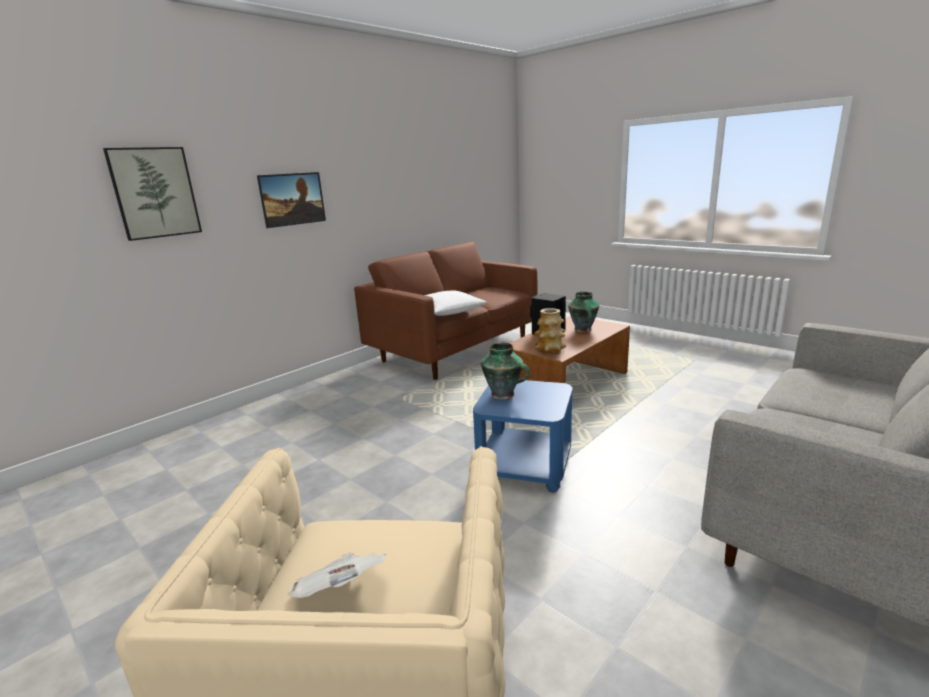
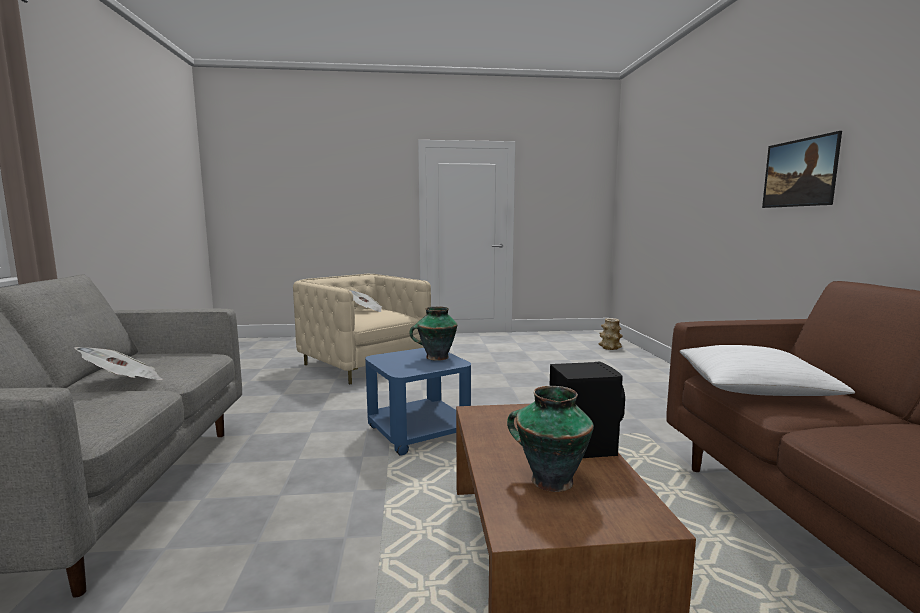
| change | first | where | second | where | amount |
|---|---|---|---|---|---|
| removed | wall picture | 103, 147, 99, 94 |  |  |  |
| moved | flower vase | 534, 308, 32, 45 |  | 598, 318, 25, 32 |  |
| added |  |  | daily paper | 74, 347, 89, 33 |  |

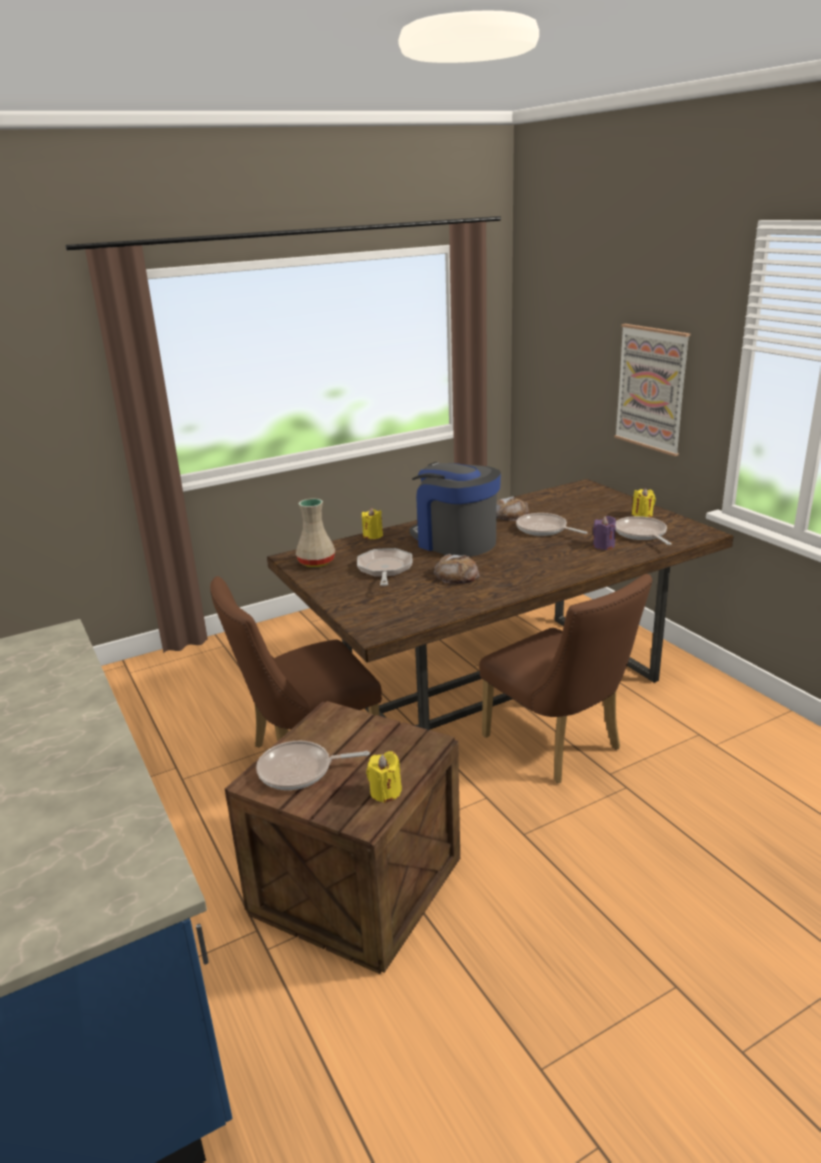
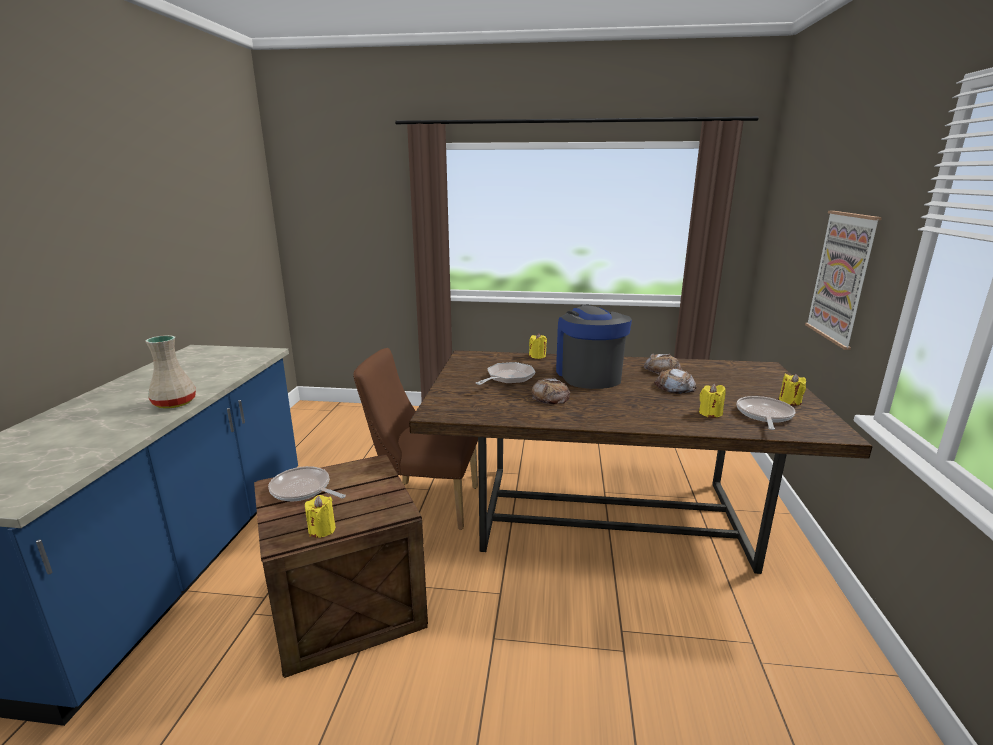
| change | first | where | second | where | amount |
|---|---|---|---|---|---|
| moved | flower vase in beige-coloured | 296, 498, 39, 69 |  | 145, 335, 51, 74 |  |
| removed | plain chair in brown | 479, 574, 174, 209 |  |  |  |
| replaced | skillet | 516, 513, 71, 23 | baked bread | 654, 368, 43, 26 |  |
| recoloured | candle in purple-coloured | 593, 516, 23, 34 | candle in yellowish | 699, 384, 27, 33 |  |

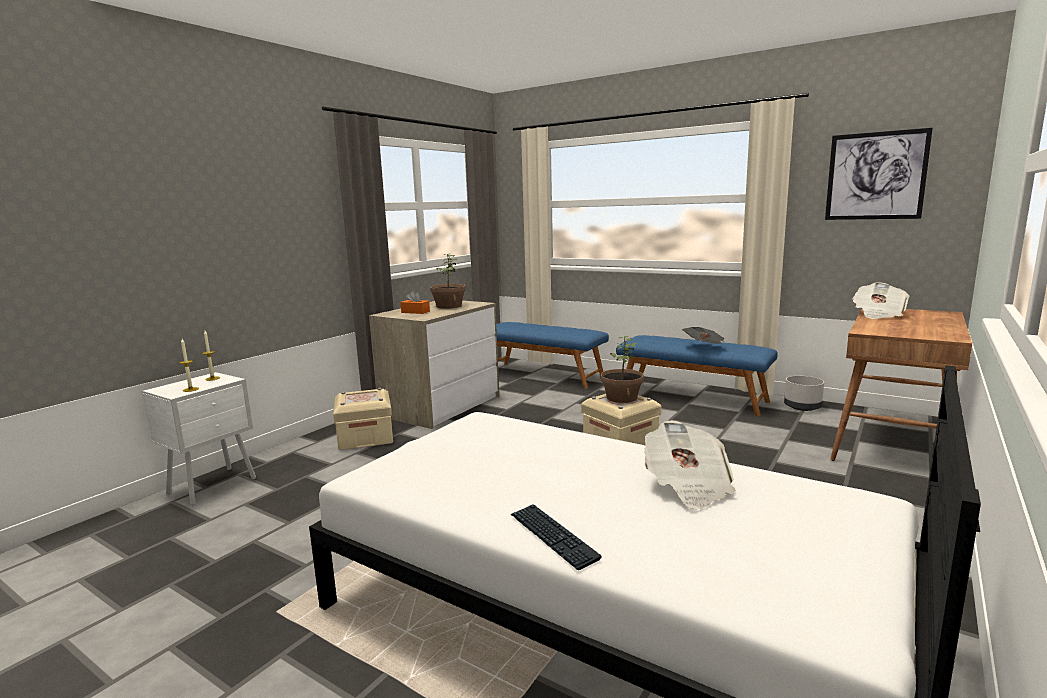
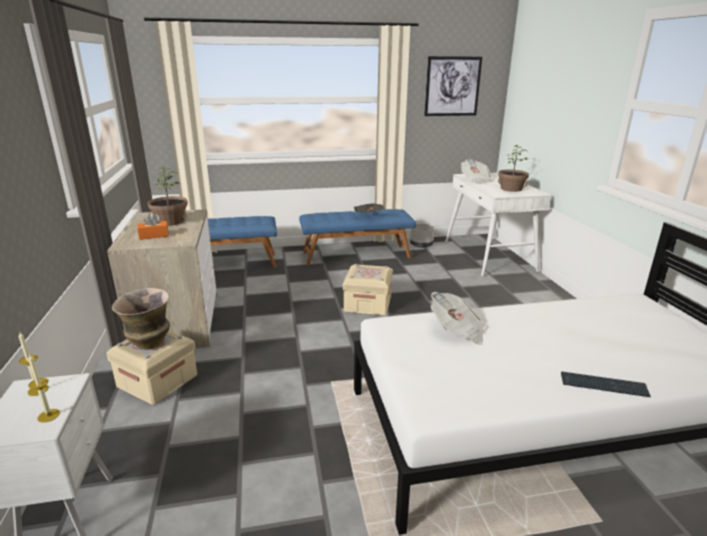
| change | first | where | second | where | amount |
|---|---|---|---|---|---|
| moved | plant in a pot | 601, 336, 43, 67 |  | 498, 145, 31, 47 |  |
| moved | daily paper | 644, 420, 92, 90 |  | 431, 292, 54, 53 |  |
| recoloured | desk table in brown | 830, 309, 142, 152 | desk table in whitish | 445, 172, 106, 105 |  |
| added |  |  | flower vase | 112, 288, 58, 62 |  |

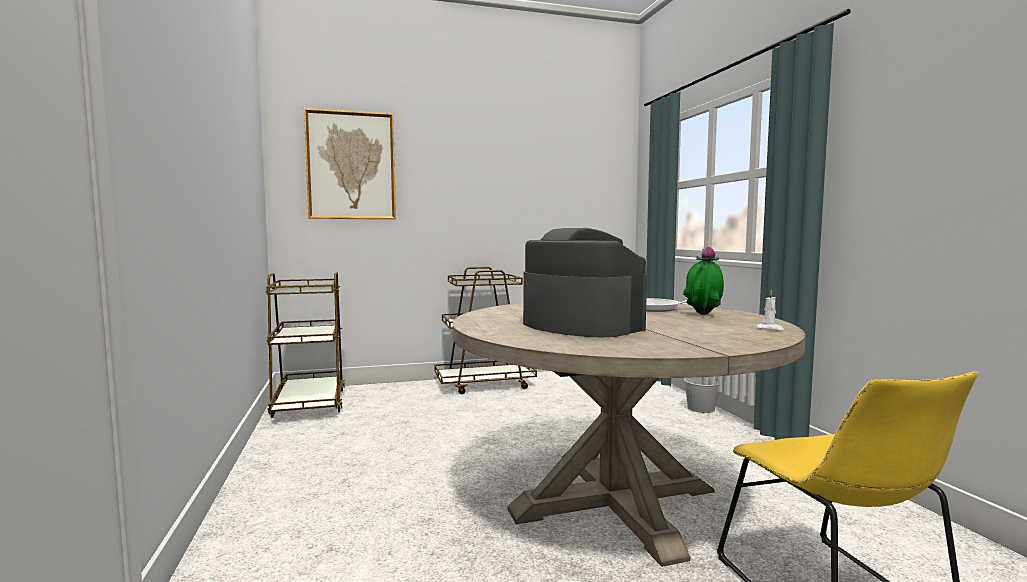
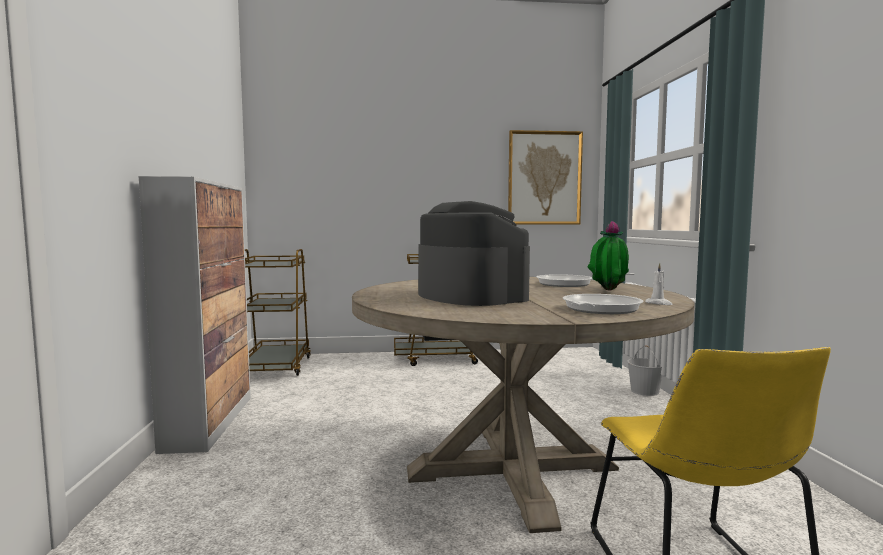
| change | first | where | second | where | amount |
|---|---|---|---|---|---|
| moved | wall picture | 304, 108, 92, 111 |  | 508, 130, 75, 94 |  |
| added |  |  | cabinet | 138, 176, 113, 278 |  |
| added |  |  | skillet | 563, 294, 81, 20 |  |

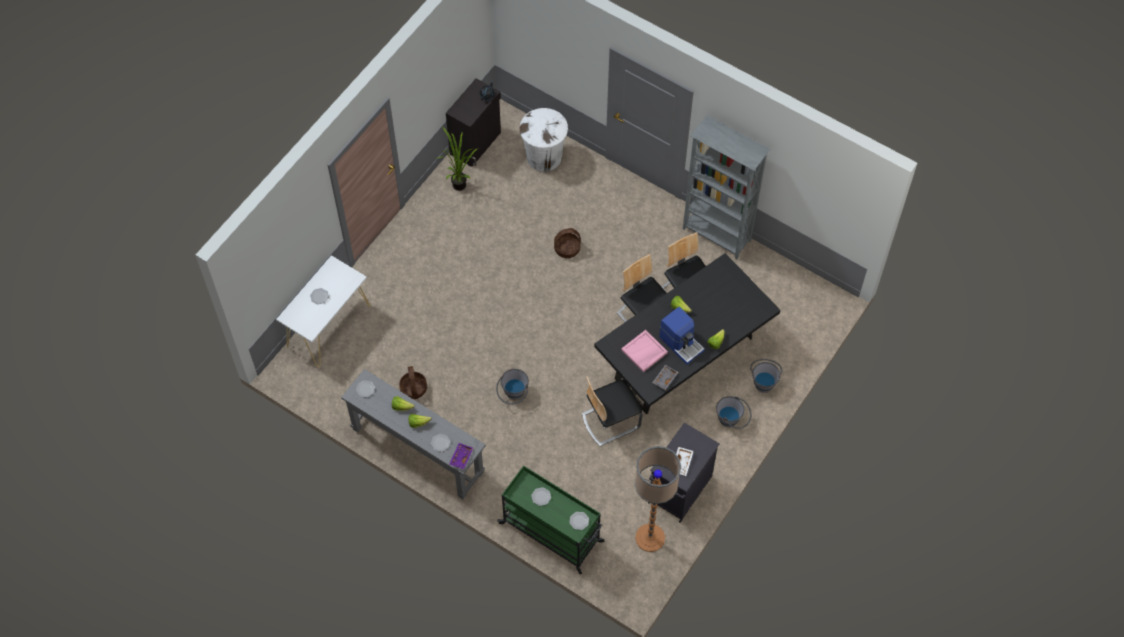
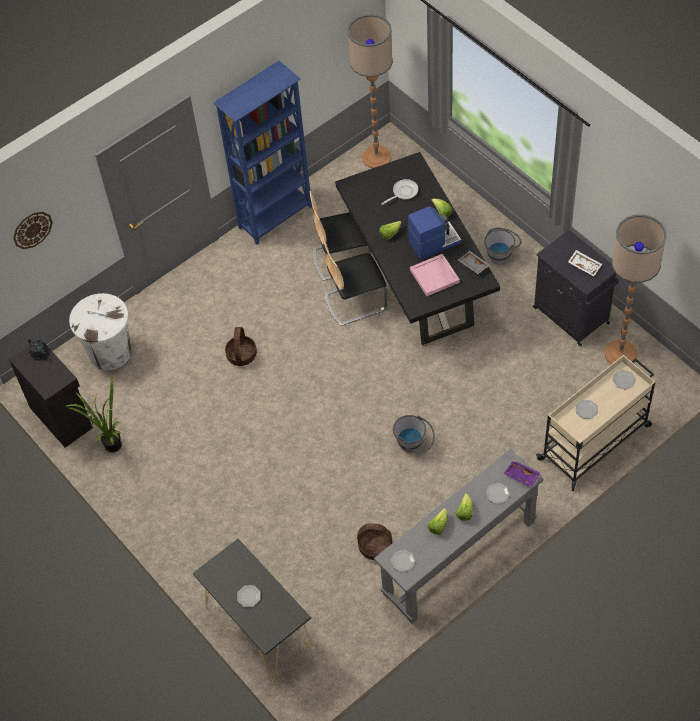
| change | first | where | second | where | amount |
|---|---|---|---|---|---|
| recoloured | console table in whitish | 276, 255, 94, 112 | console table in black-coloured | 193, 538, 121, 143 |  |
| recoloured | cart in green-coloured | 497, 465, 107, 110 | cart in beige-coloured | 536, 355, 119, 136 |  |
| removed | plain chair | 582, 377, 61, 69 |  |  |  |
| recoloured | bookcase in gray | 683, 115, 87, 144 | bookcase in blue | 213, 61, 99, 184 |  |
| removed | water bucket in gray | 750, 359, 32, 34 |  |  |  |
| added |  |  | clock on the wall | 13, 212, 40, 37 |  |
| added |  |  | standing lamp | 347, 14, 46, 154 |  |
| added |  |  | skillet | 381, 179, 37, 26 |  |

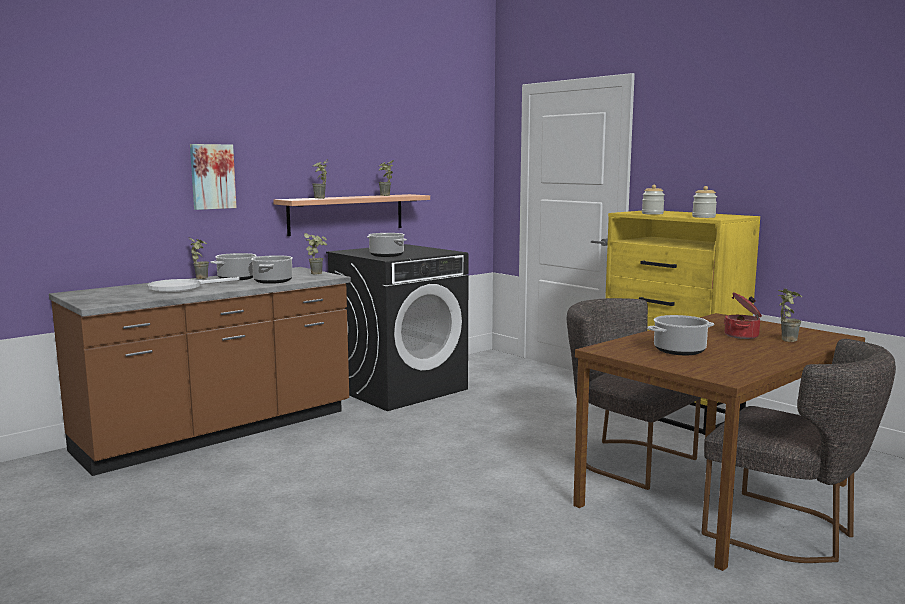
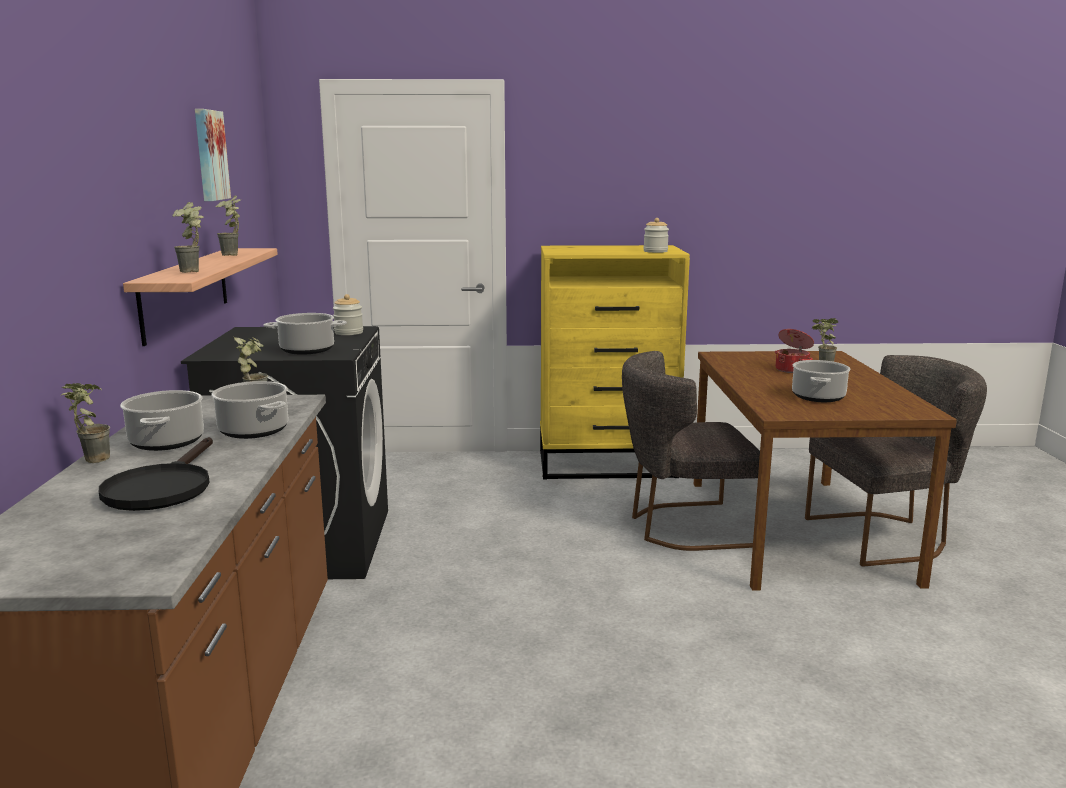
| change | first | where | second | where | amount |
|---|---|---|---|---|---|
| recoloured | skillet in whitish | 147, 277, 93, 16 | skillet in black-coloured | 99, 437, 114, 74 |  |
| moved | wall picture | 190, 144, 47, 66 |  | 195, 109, 36, 92 |  |
| moved | jar | 642, 185, 23, 30 |  | 333, 294, 30, 41 |  |

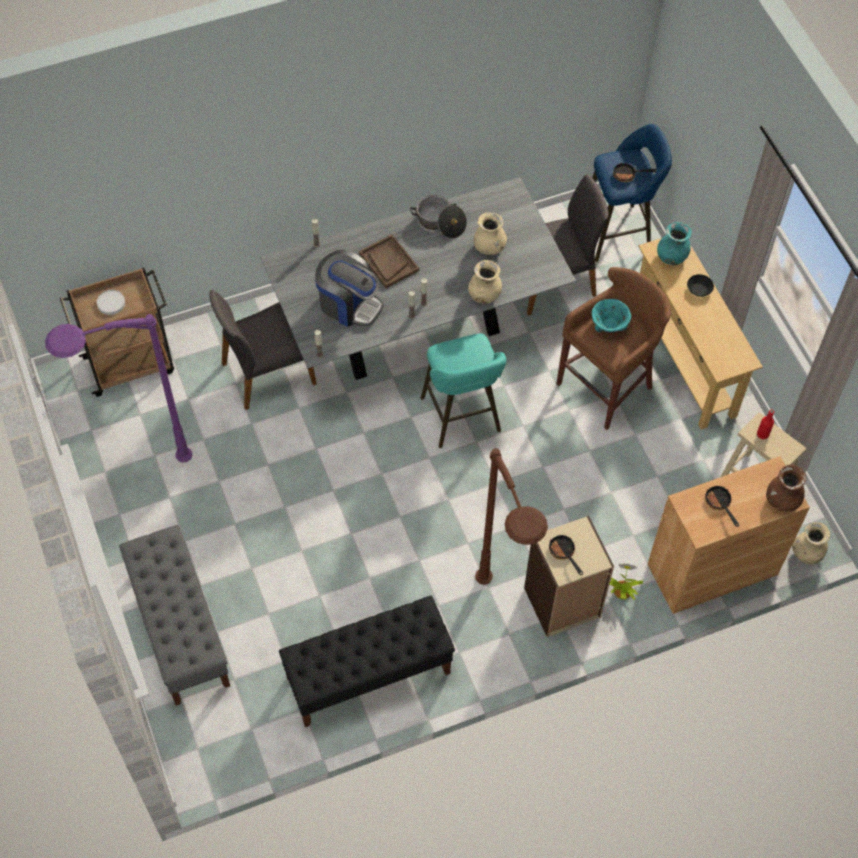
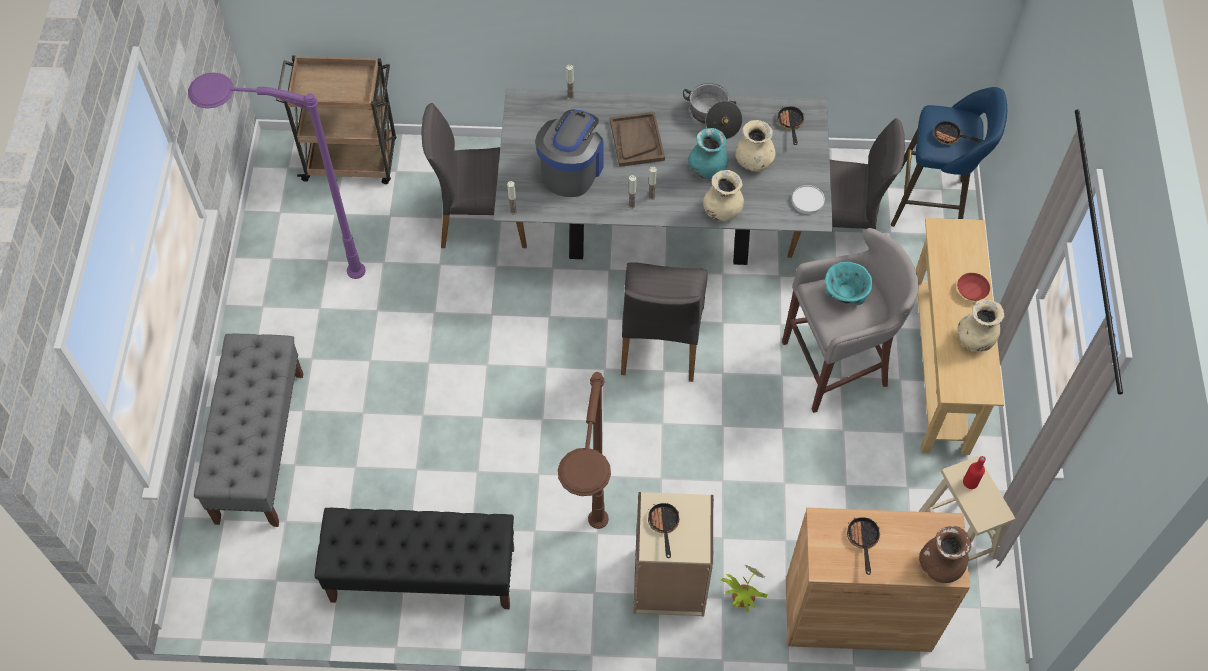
| change | first | where | second | where | amount |
|---|---|---|---|---|---|
| moved | plate in whitish | 97, 290, 28, 25 |  | 792, 185, 33, 29 |  |
| turned | coffee brewer | 315, 249, 69, 78 |  | 535, 109, 69, 88 | 120 degrees counterclockwise |
| replaced | sitting stool in turquoise | 421, 334, 85, 114 | plain chair in gray | 621, 262, 87, 120 |  |
| recoloured | sitting stool in brown | 556, 267, 115, 163 | sitting stool in gray | 782, 228, 137, 185 |  |
| moved | flower vase in turquoise | 657, 222, 35, 43 |  | 688, 128, 40, 51 |  |
| recoloured | serving bowl in black-coloured | 687, 274, 27, 23 | serving bowl in red | 957, 273, 33, 28 |  |
| moved | flower vase in beige-coloured | 792, 522, 38, 42 |  | 957, 299, 47, 53 |  |
| added |  |  | skillet | 777, 106, 27, 39 |  |

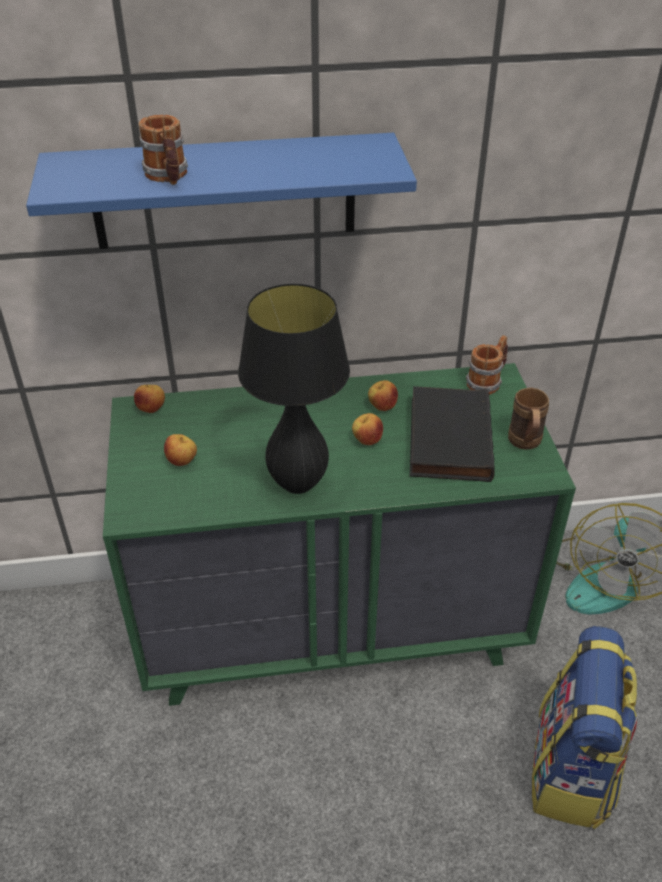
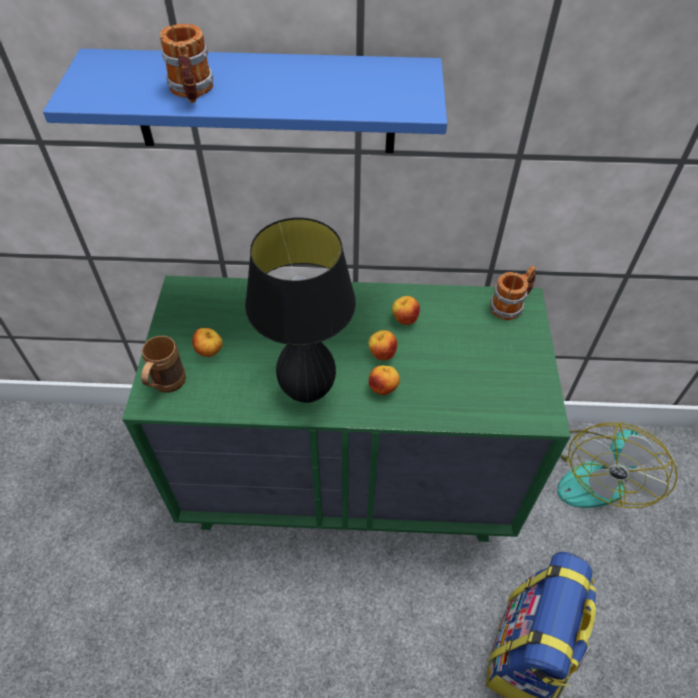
| change | first | where | second | where | amount |
|---|---|---|---|---|---|
| moved | whole apple | 134, 385, 31, 28 |  | 369, 365, 31, 30 |  |
| removed | bound book in black-coloured | 410, 386, 85, 96 |  |  |  |
| moved | coffee mug in brown | 508, 388, 41, 62 |  | 141, 336, 45, 57 |  |

